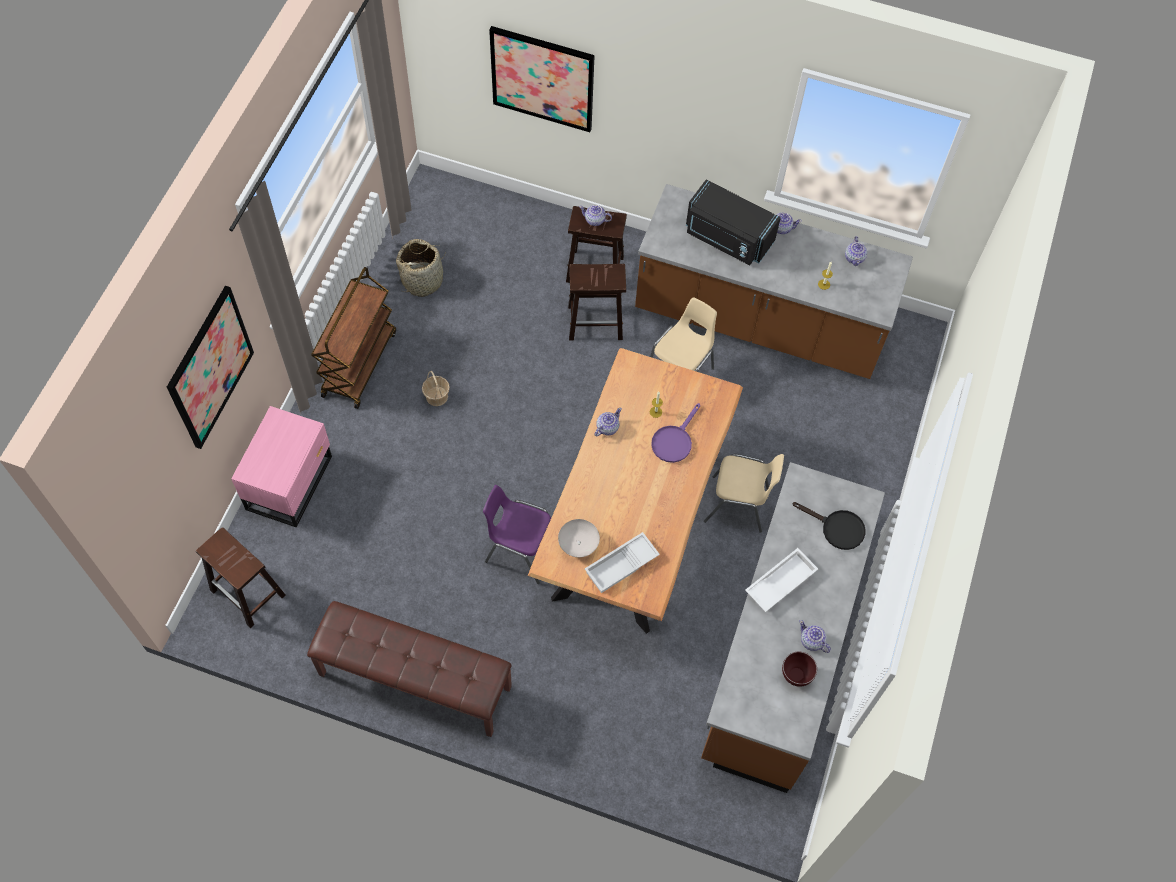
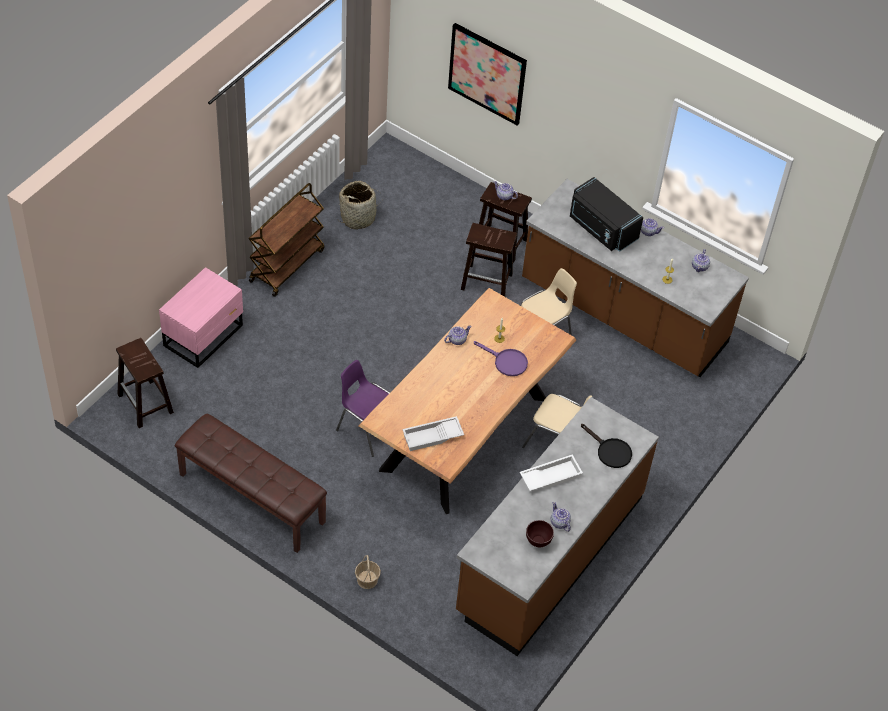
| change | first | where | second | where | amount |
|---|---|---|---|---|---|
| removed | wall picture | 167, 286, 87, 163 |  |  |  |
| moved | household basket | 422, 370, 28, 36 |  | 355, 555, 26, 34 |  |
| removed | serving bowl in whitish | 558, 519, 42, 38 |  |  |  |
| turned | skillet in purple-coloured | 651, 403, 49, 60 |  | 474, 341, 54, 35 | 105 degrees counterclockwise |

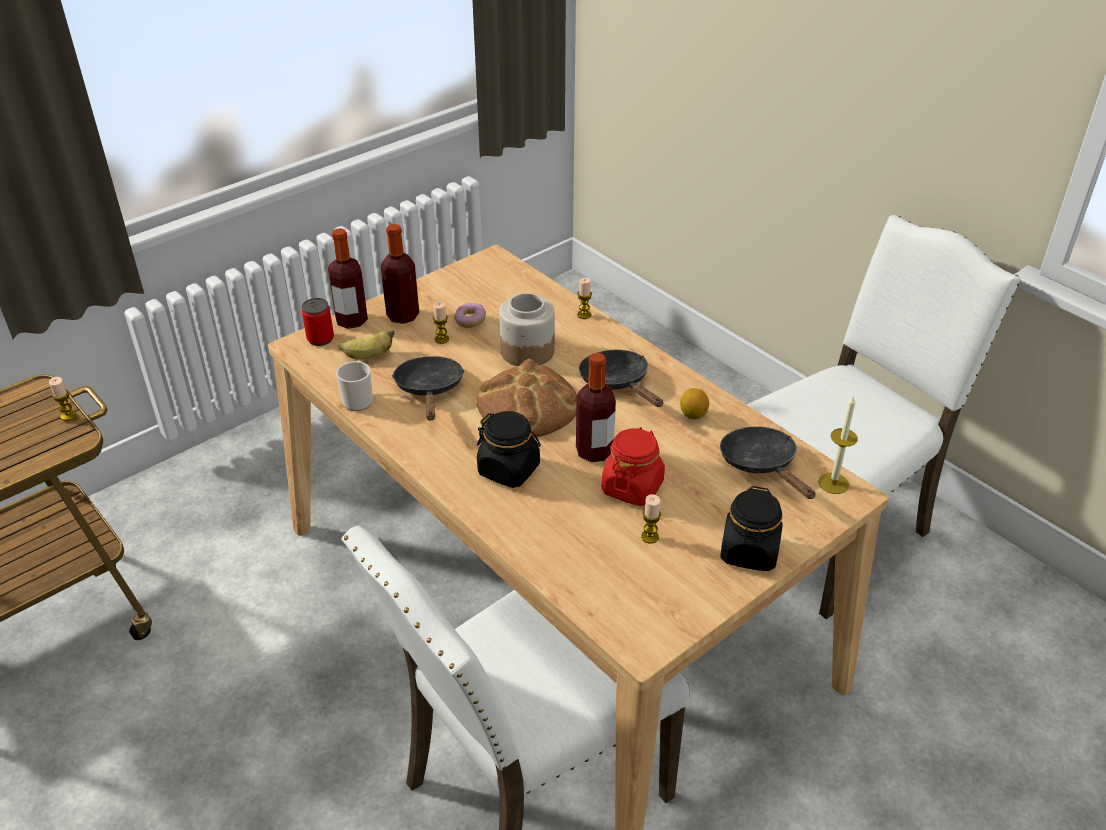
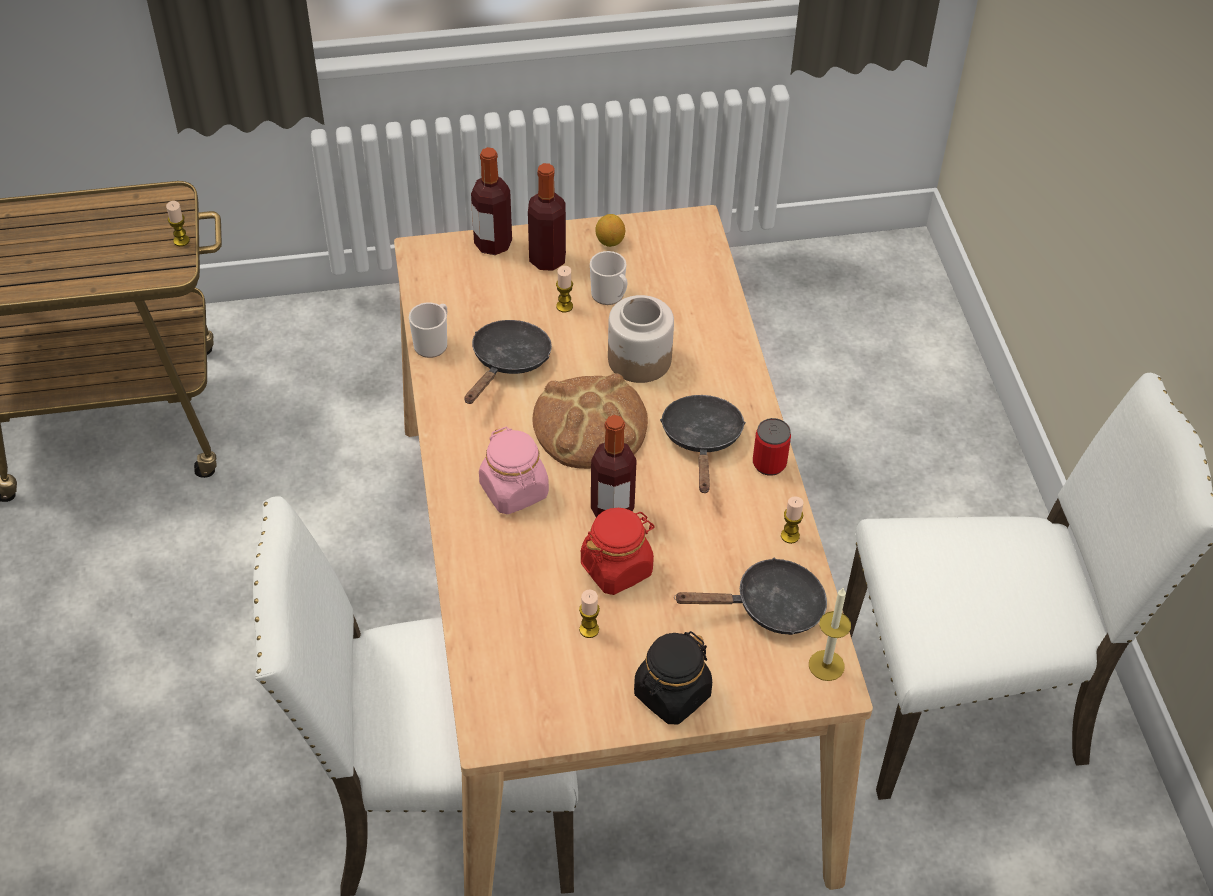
| change | first | where | second | where | amount |
|---|---|---|---|---|---|
| moved | metal can | 302, 298, 32, 48 |  | 753, 418, 38, 58 |  |
| removed | banana fruit | 338, 330, 57, 30 |  |  |  |
| replaced | donut | 454, 303, 32, 25 | coffee mug | 590, 251, 38, 54 |  |
| recoloured | jar in black-coloured | 477, 411, 64, 77 | jar in pink | 479, 427, 70, 87 |  |
| moved | candle | 577, 278, 15, 41 |  | 781, 496, 23, 48 |  |
| moved | whole lemon | 680, 388, 29, 32 |  | 595, 214, 30, 33 |  |
| turned | skillet in black-coloured | 720, 426, 96, 73 |  | 674, 558, 153, 77 | 75 degrees clockwise |

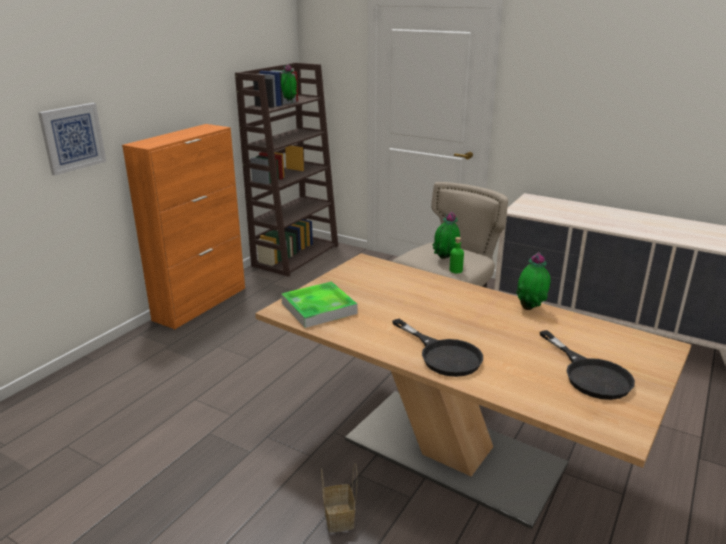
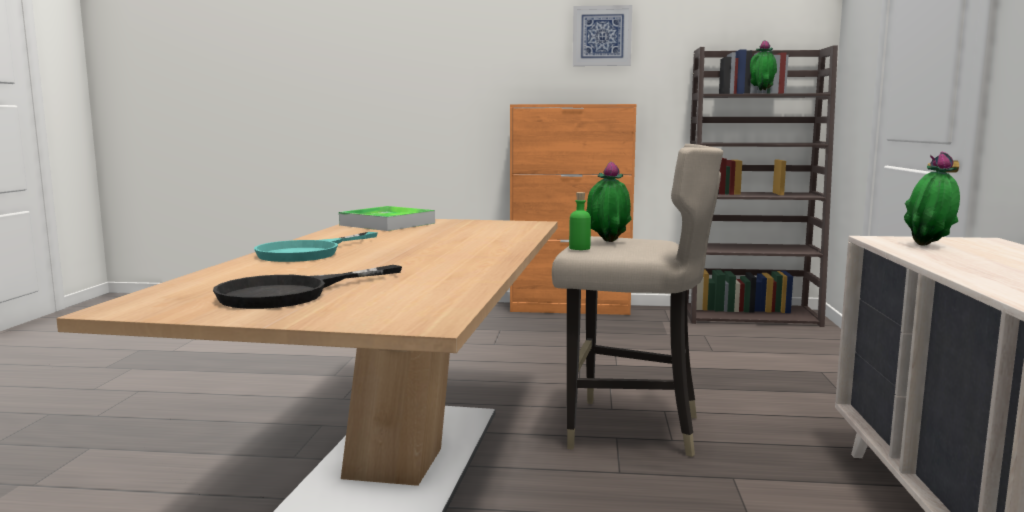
| change | first | where | second | where | amount |
|---|---|---|---|---|---|
| moved | wall picture | 38, 103, 68, 72 |  | 573, 5, 59, 61 |  |
| removed | household basket | 321, 463, 36, 70 |  |  |  |
| recoloured | skillet in black-coloured | 392, 319, 91, 58 | skillet in turquoise | 254, 232, 124, 30 |  |
| moved | plant in a pot | 516, 252, 34, 58 |  | 904, 152, 56, 94 |  |

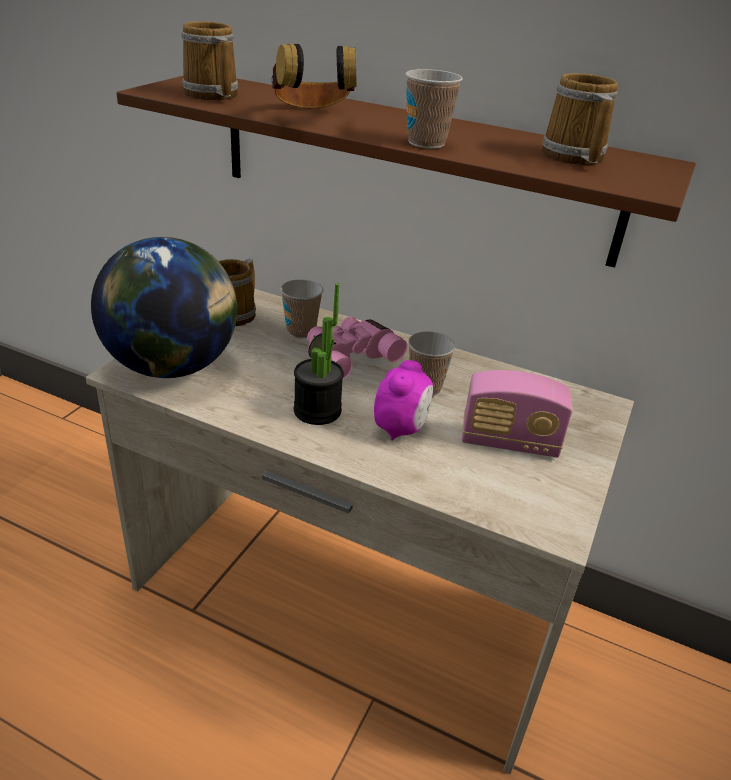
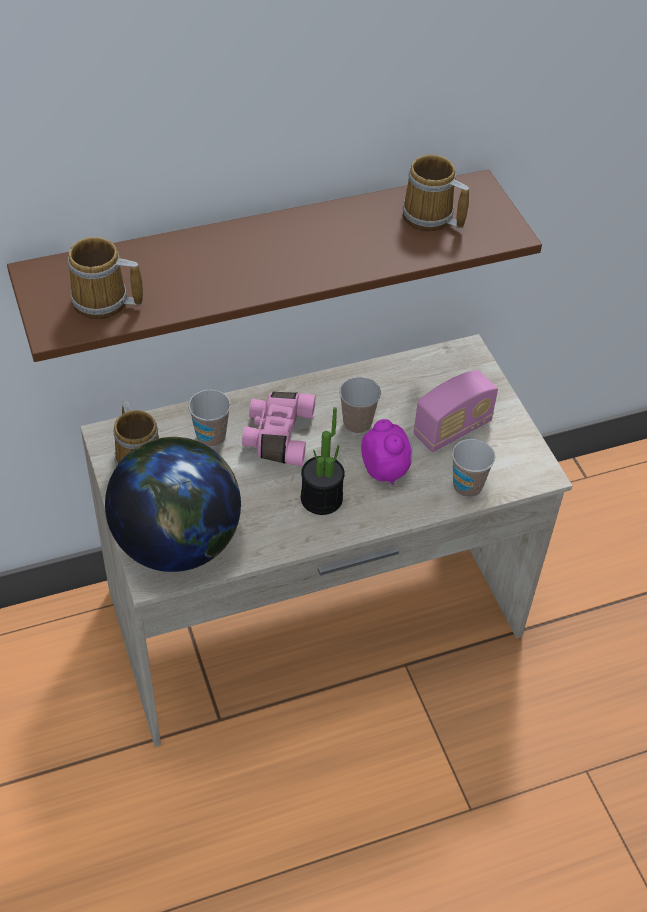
| change | first | where | second | where | amount |
|---|---|---|---|---|---|
| removed | headphones | 272, 44, 85, 65 |  |  |  |
| moved | drinking cup | 405, 69, 58, 80 |  | 452, 439, 43, 58 |  |

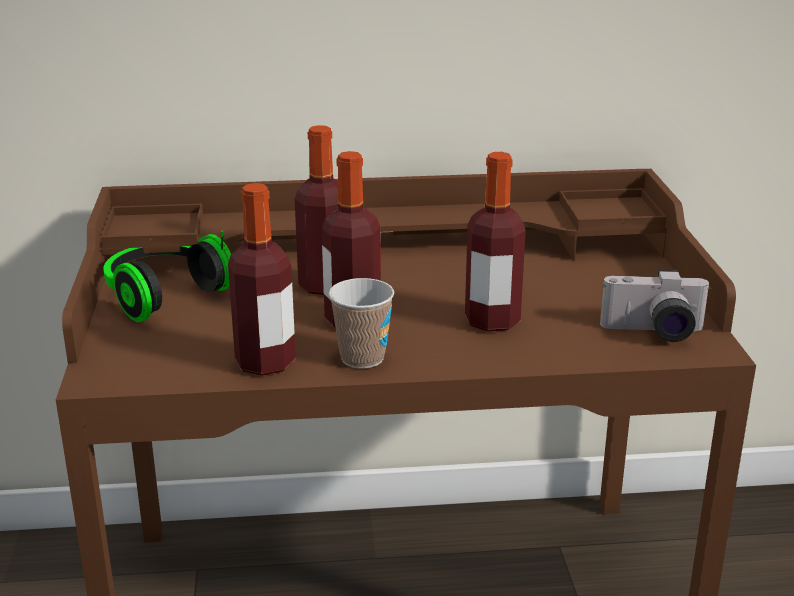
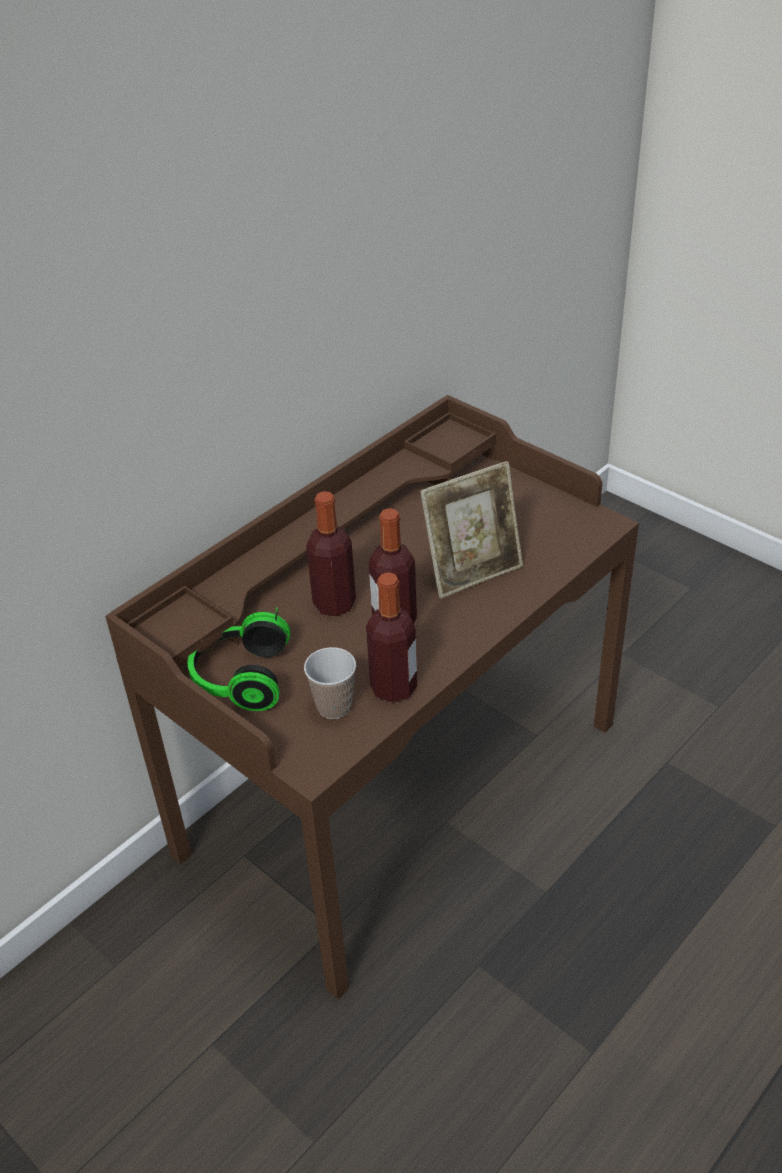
| change | first | where | second | where | amount |
|---|---|---|---|---|---|
| moved | drinking cup | 329, 278, 65, 91 |  | 304, 647, 52, 72 |  |
| replaced | bottle | 465, 152, 61, 180 | picture frame | 420, 461, 103, 137 |  |
| removed | photo camera | 600, 270, 111, 72 |  |  |  |

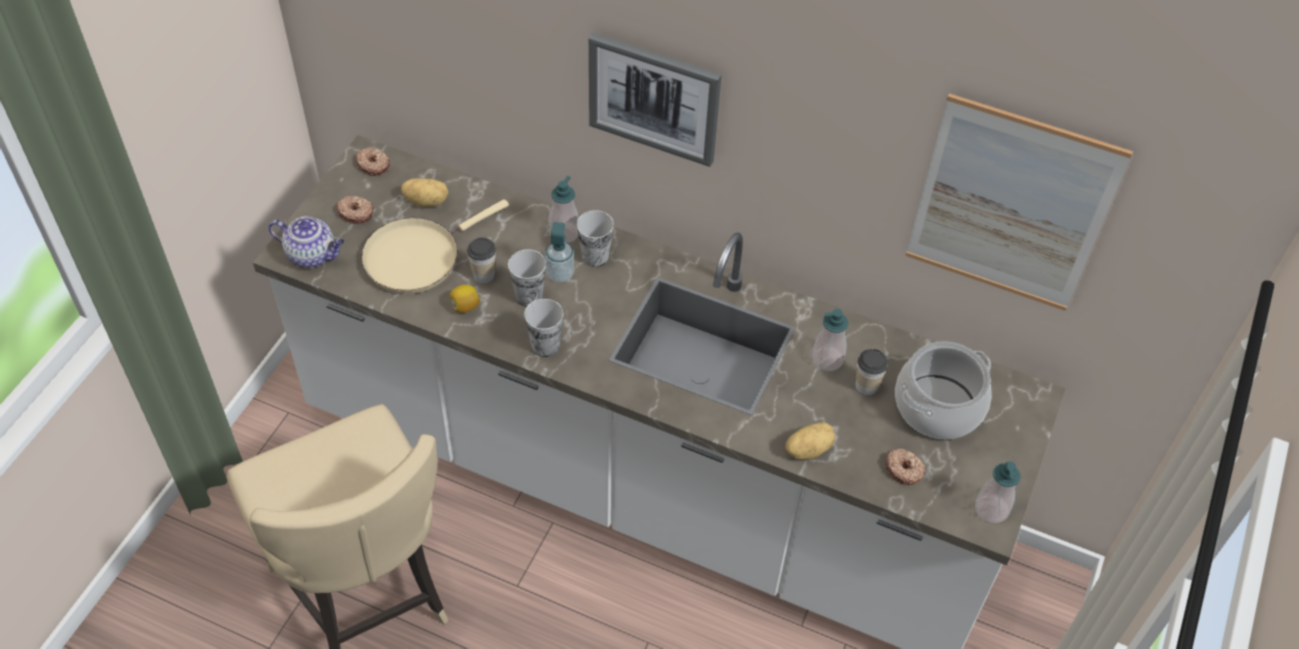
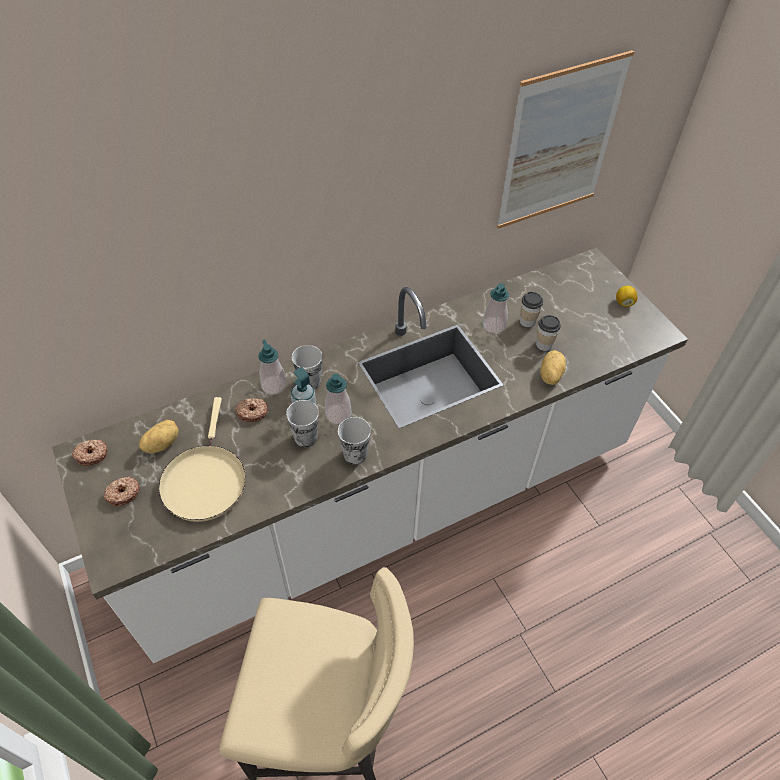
| change | first | where | second | where | amount |
|---|---|---|---|---|---|
| removed | pot for tea | 269, 216, 76, 52 |  |  |  |
| moved | whole lemon | 450, 285, 30, 28 |  | 616, 286, 21, 21 |  |
| moved | drinking cup | 467, 237, 29, 46 |  | 536, 315, 25, 36 |  |
| removed | wall picture | 589, 33, 133, 134 |  |  |  |
| moved | donut | 885, 448, 41, 37 |  | 235, 398, 33, 24 |  |
| removed | stockpot | 895, 341, 97, 98 |  |  |  |
| moved | liquid soap bottle | 975, 461, 45, 62 |  | 325, 374, 26, 50 |  |

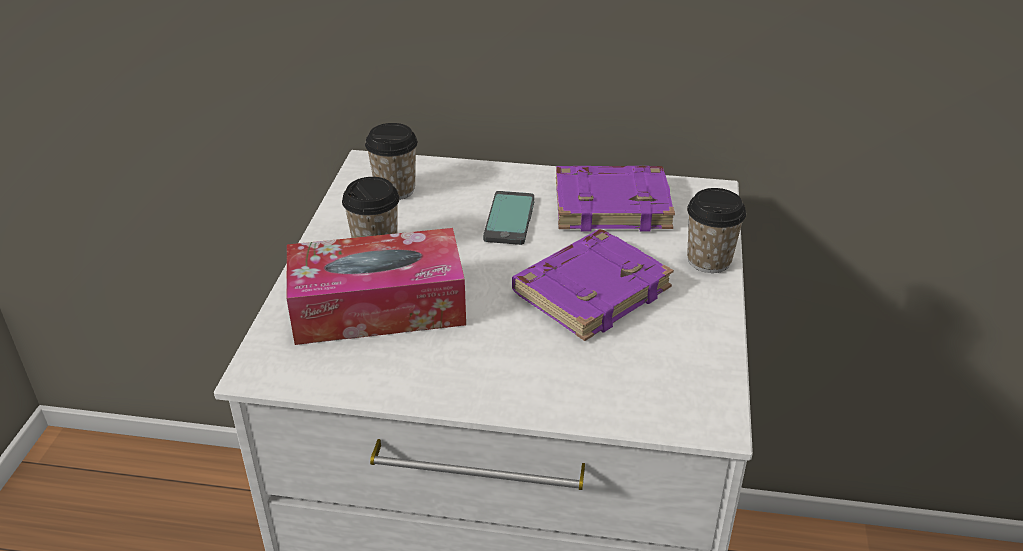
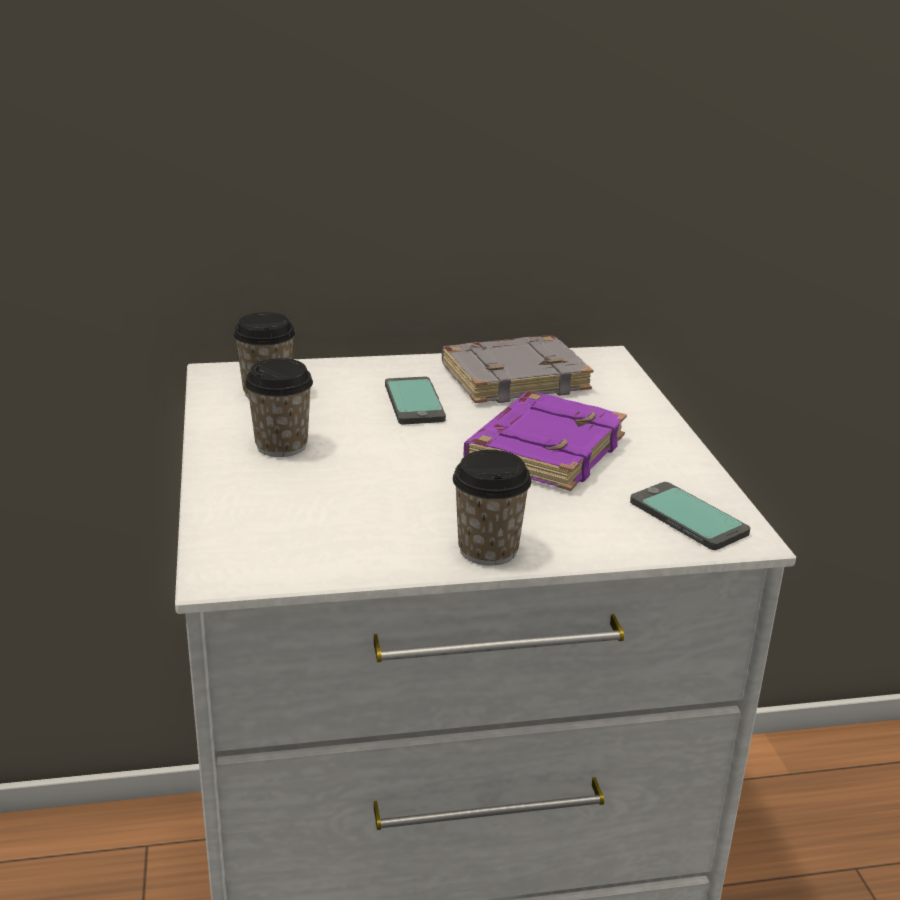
| change | first | where | second | where | amount |
|---|---|---|---|---|---|
| removed | tissue box | 286, 228, 180, 117 |  |  |  |
| recoloured | bound book in purple-coloured | 556, 166, 119, 66 | bound book in gray | 442, 335, 152, 68 |  |
| moved | drinking cup | 687, 188, 59, 85 |  | 453, 450, 78, 116 |  |
| added |  |  | phone | 630, 482, 120, 68 |  |

